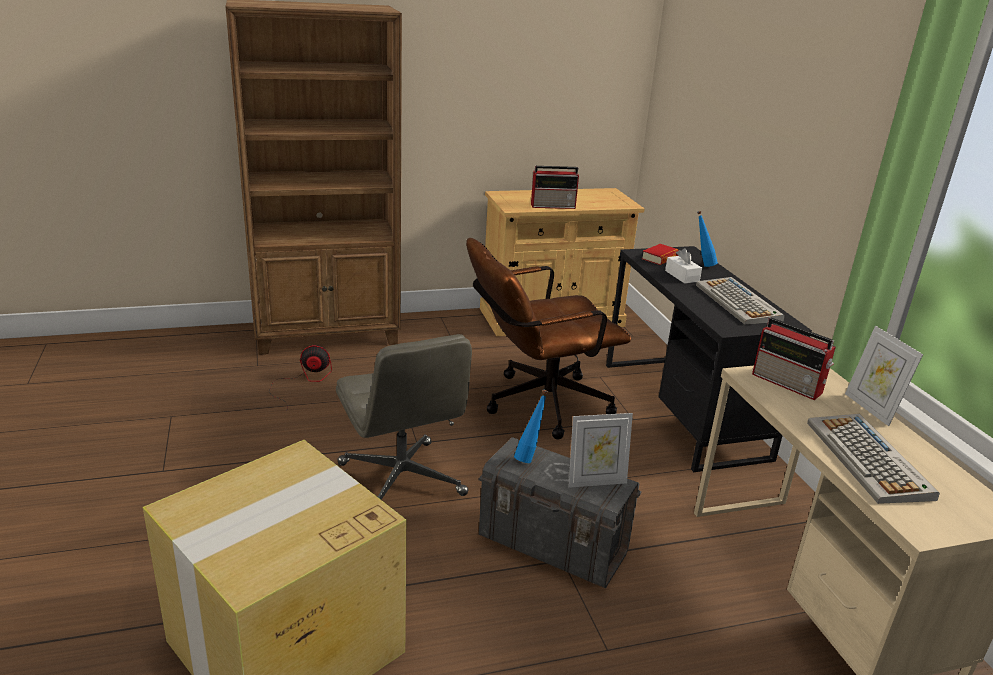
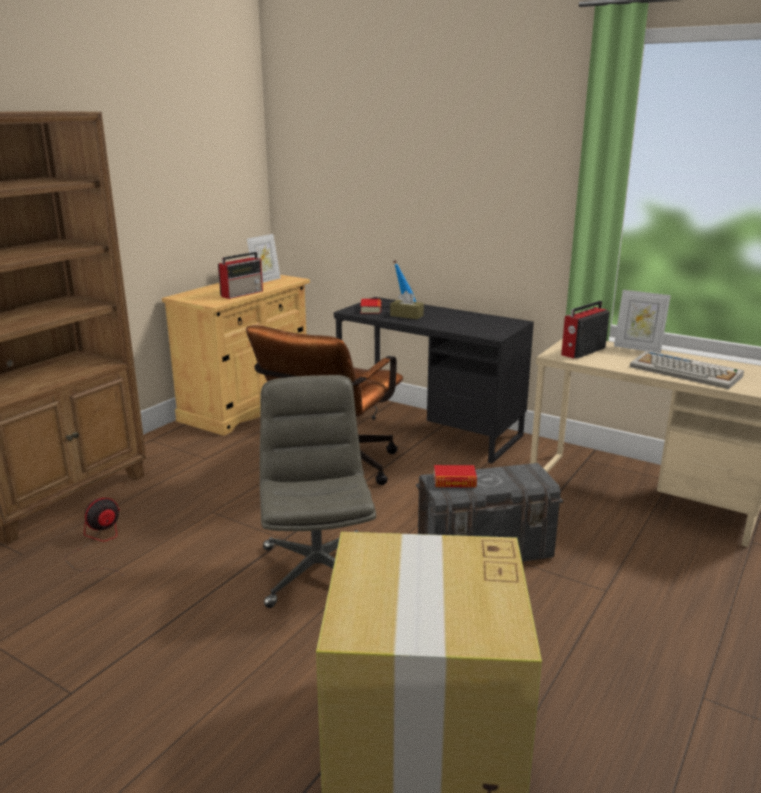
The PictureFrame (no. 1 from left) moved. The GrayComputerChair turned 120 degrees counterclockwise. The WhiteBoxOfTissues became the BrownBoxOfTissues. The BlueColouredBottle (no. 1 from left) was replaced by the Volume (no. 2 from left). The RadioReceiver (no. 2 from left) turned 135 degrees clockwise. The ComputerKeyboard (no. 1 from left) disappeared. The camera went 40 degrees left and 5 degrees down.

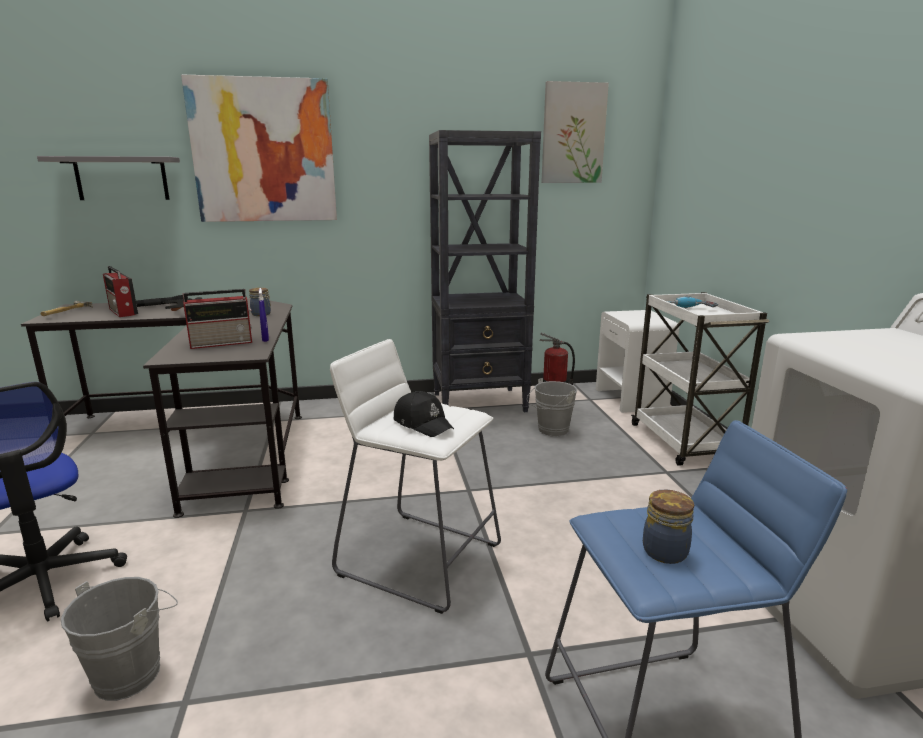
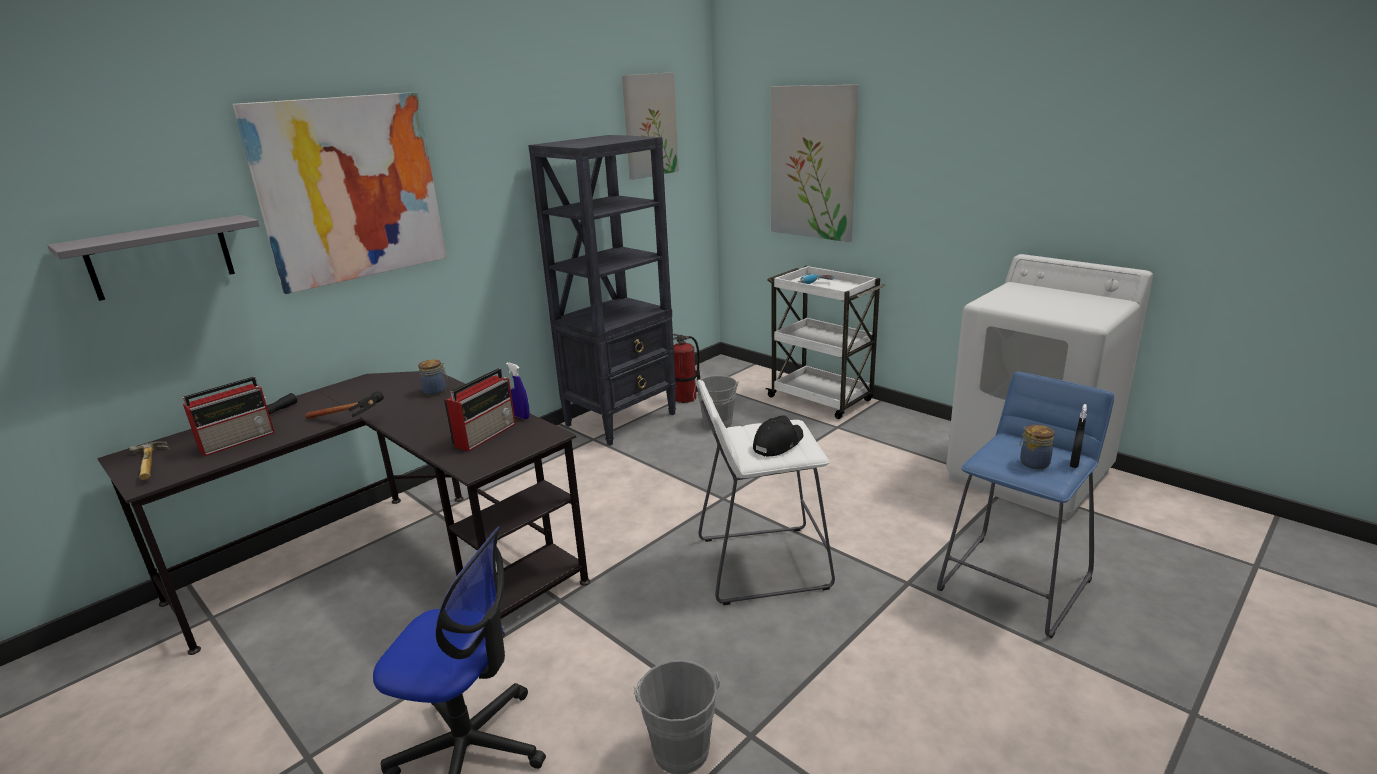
The RadioReceiver (no. 1 from left) turned 60 degrees counterclockwise. The BlackPeakedCap turned 60 degrees counterclockwise. The Picture (no. 3 from left) appeared. The BlackSprayBottle appeared. The WhiteBedsideTable disappeared. The camera went 35 degrees left and 5 degrees up.

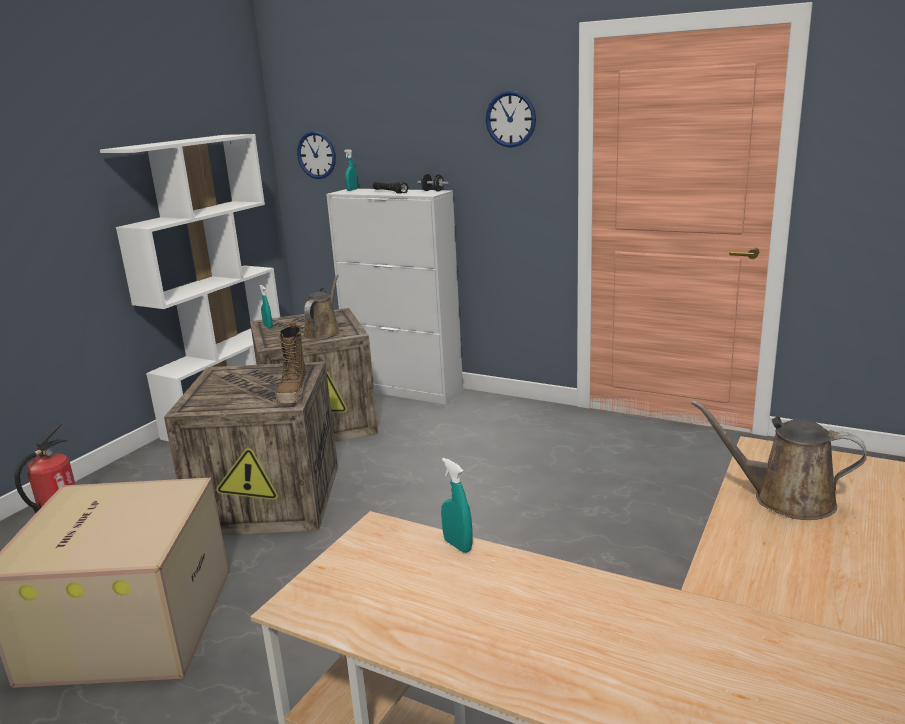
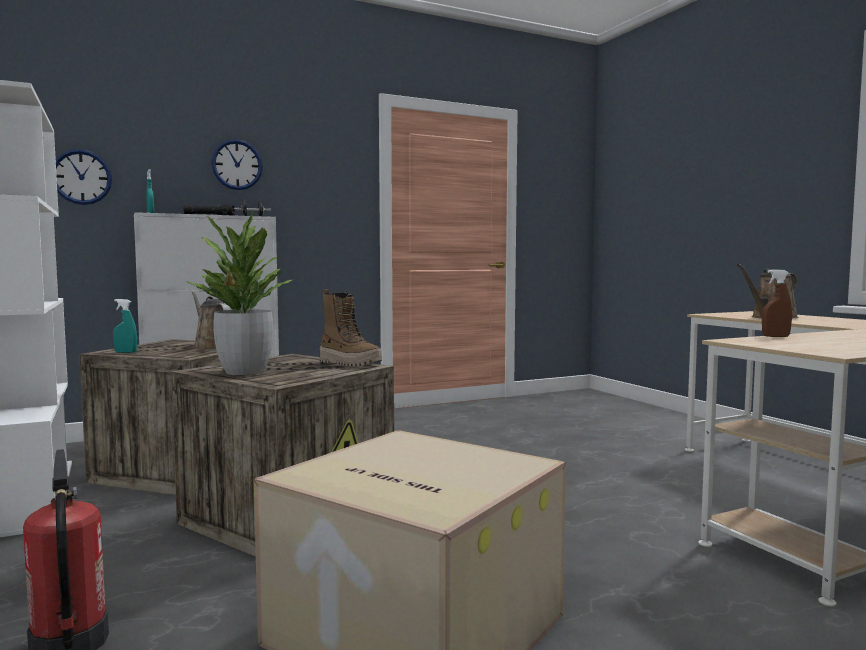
The Houseplant appeared. The HangingClock (no. 2 from left) moved. The TurquoiseSprayBottle (no. 3 from left) became the BrownSprayBottle. The camera went 55 degrees left and 15 degrees down.

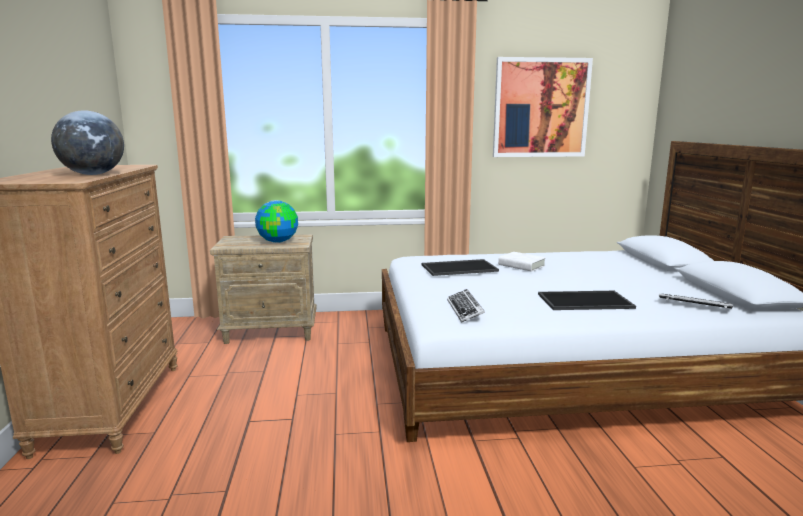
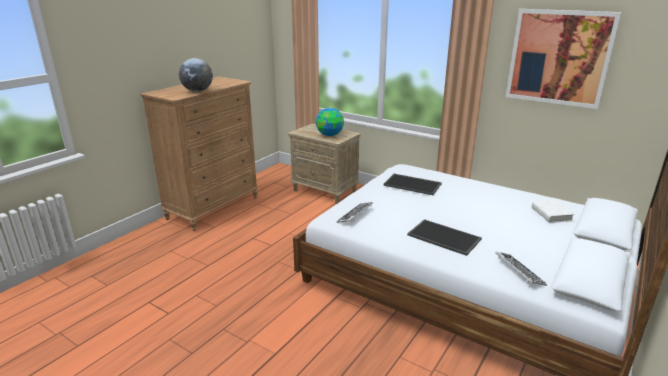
The WhiteVolume moved. The camera went 40 degrees right and 10 degrees up.

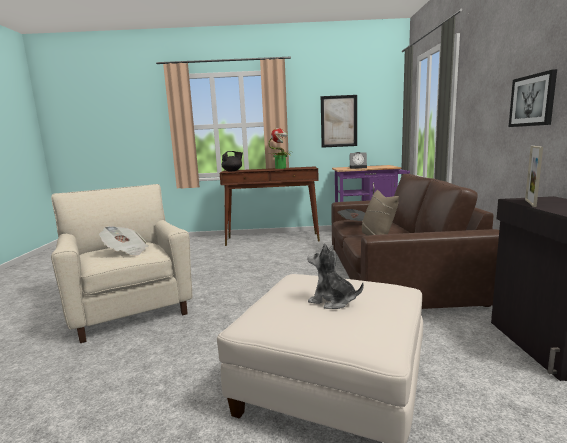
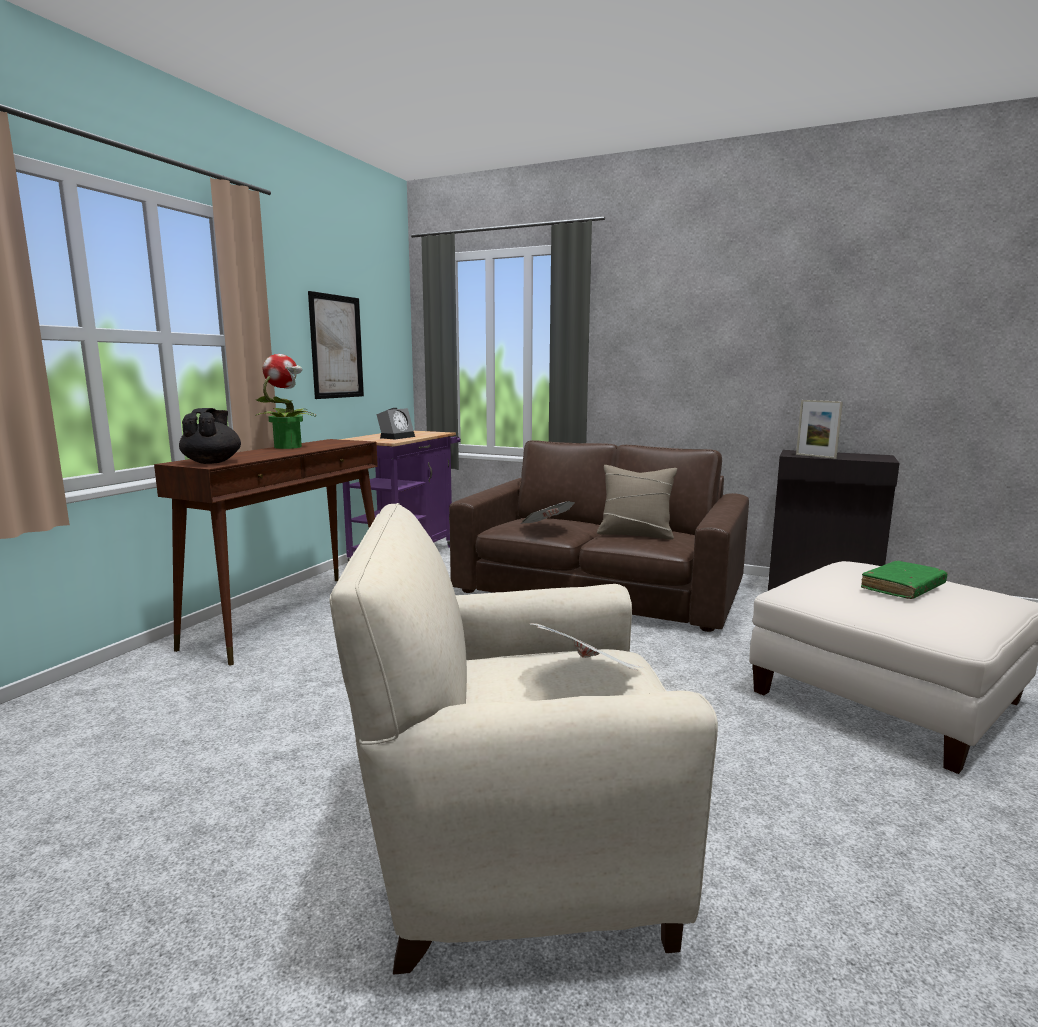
The CuddlyToy was replaced by the GreenVolume. The Picture (no. 2 from left) disappeared. The camera went 65 degrees left and 0 degrees up.

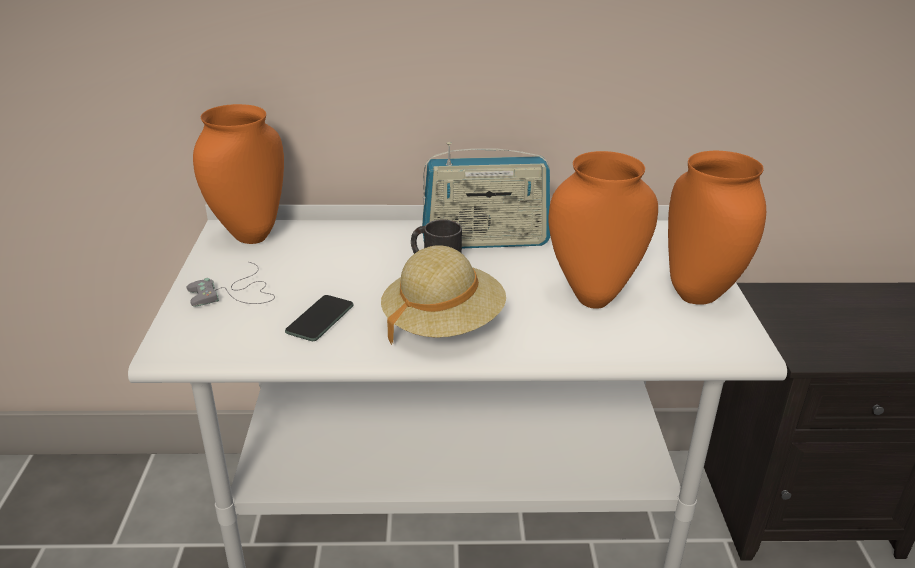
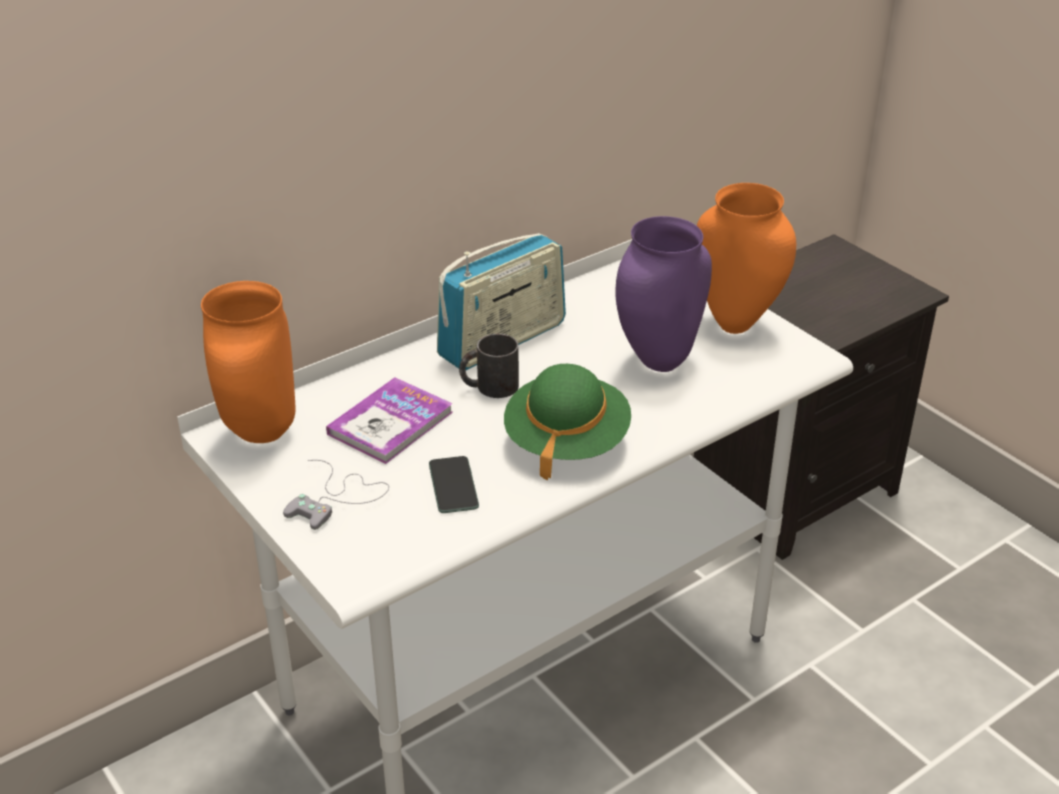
The Volume appeared. The BeigeHat became the GreenHat. The OrangeyFlowerVase (no. 2 from left) became the PurplishFlowerVase. The camera went 35 degrees left and 5 degrees up.

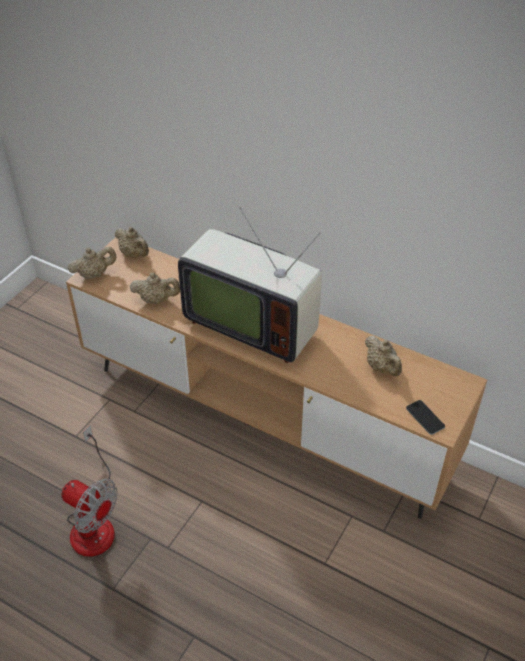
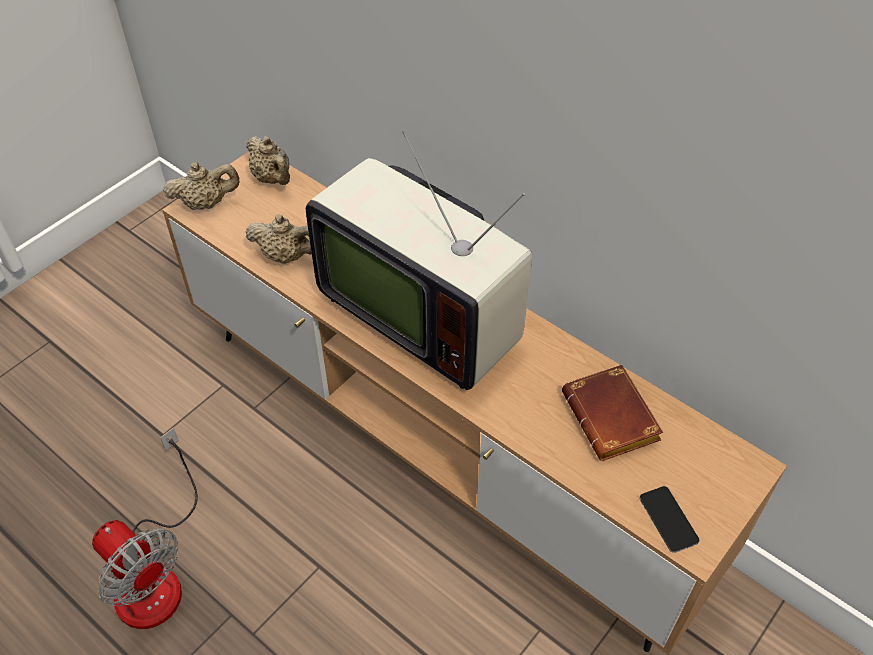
The BeigeTeaPot (no. 4 from left) was replaced by the BrownVolume. The camera went 10 degrees right and 5 degrees up.

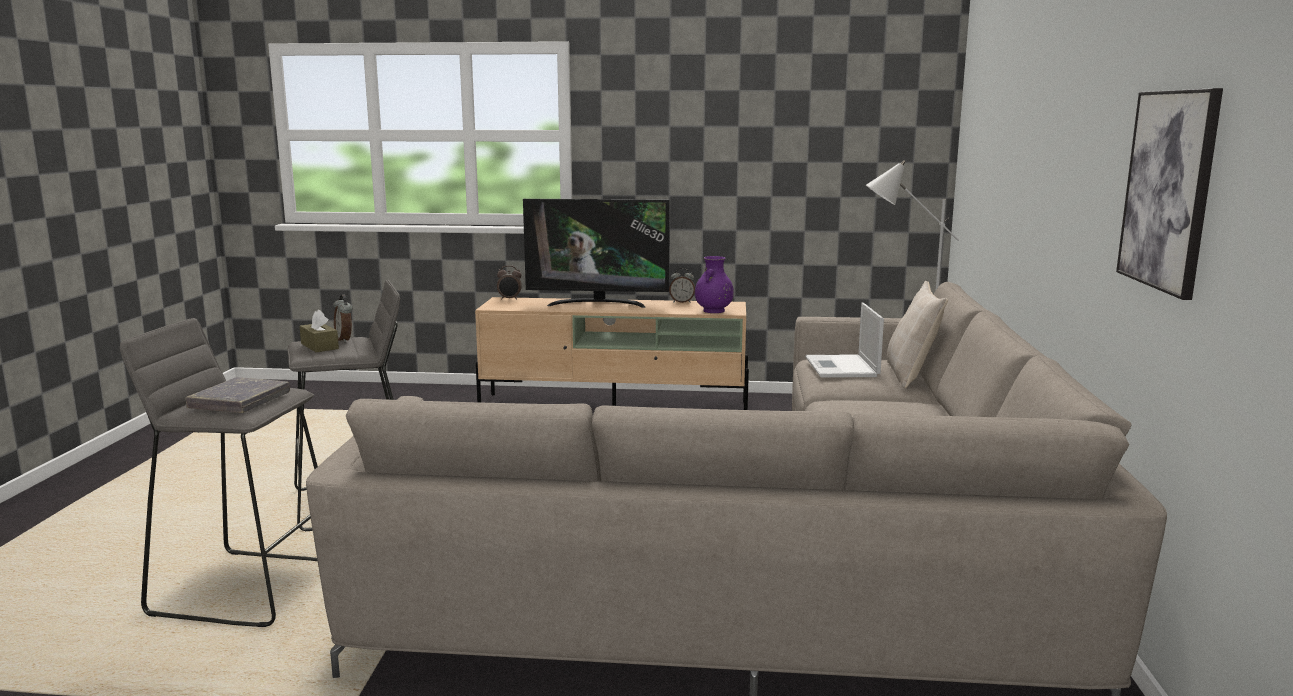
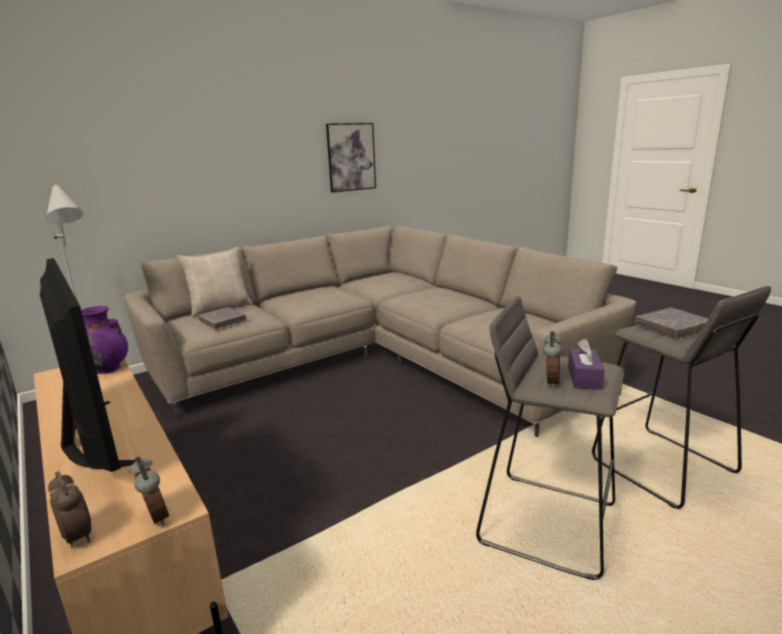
The TableClock (no. 3 from left in the first image) moved. The PortableComputer was replaced by the GrayVolume (no. 1 from left). The BrownBoxOfTissues became the PurplishBoxOfTissues. The camera went 130 degrees left and 5 degrees up.

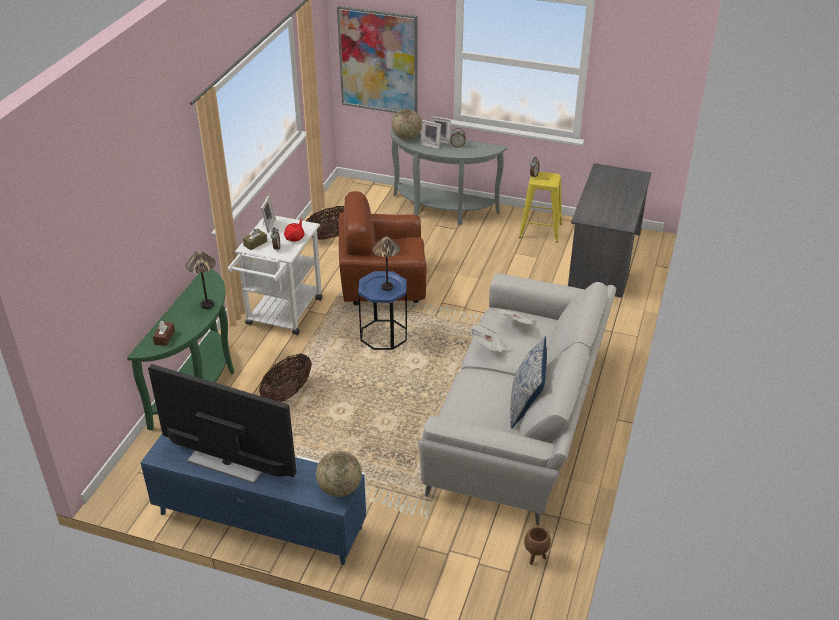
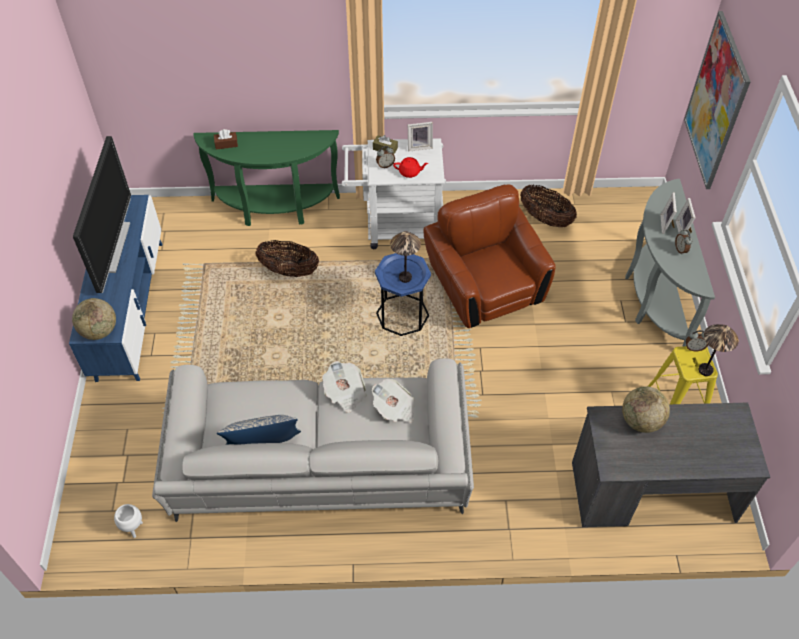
The BrownFlowerPot became the WhiteFlowerPot. The Globe (no. 2 from left) moved. The TableLamp (no. 1 from left in the first image) moved. The camera went 70 degrees right and 15 degrees up.

